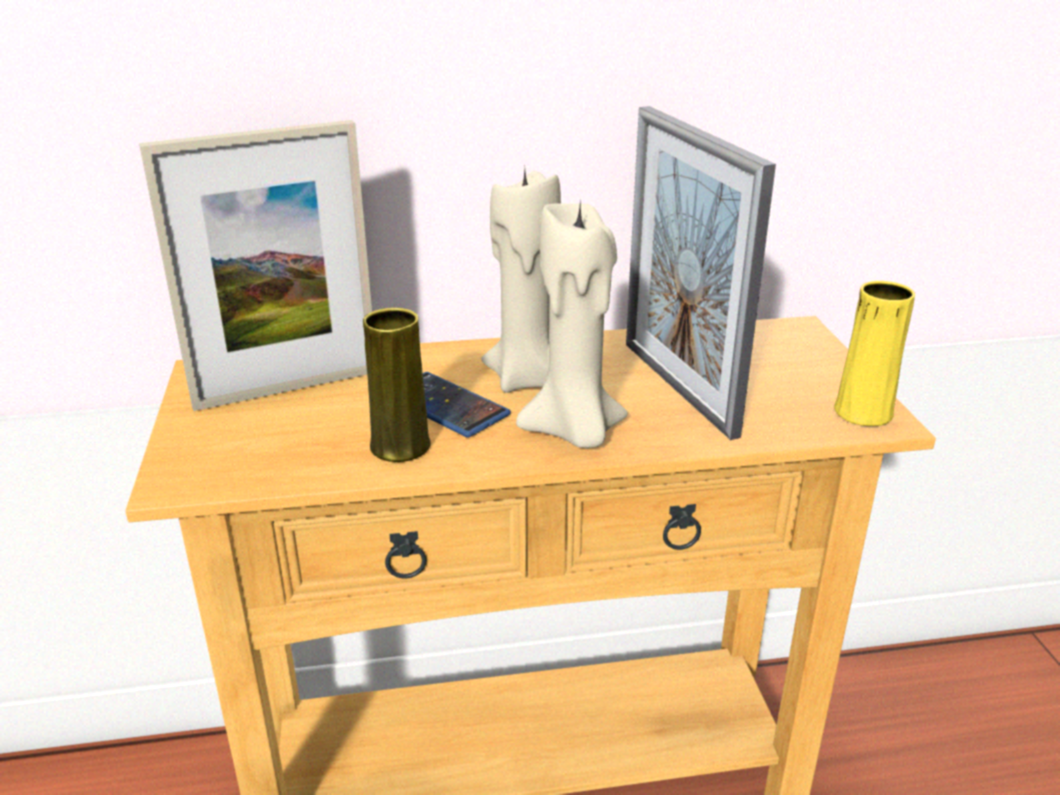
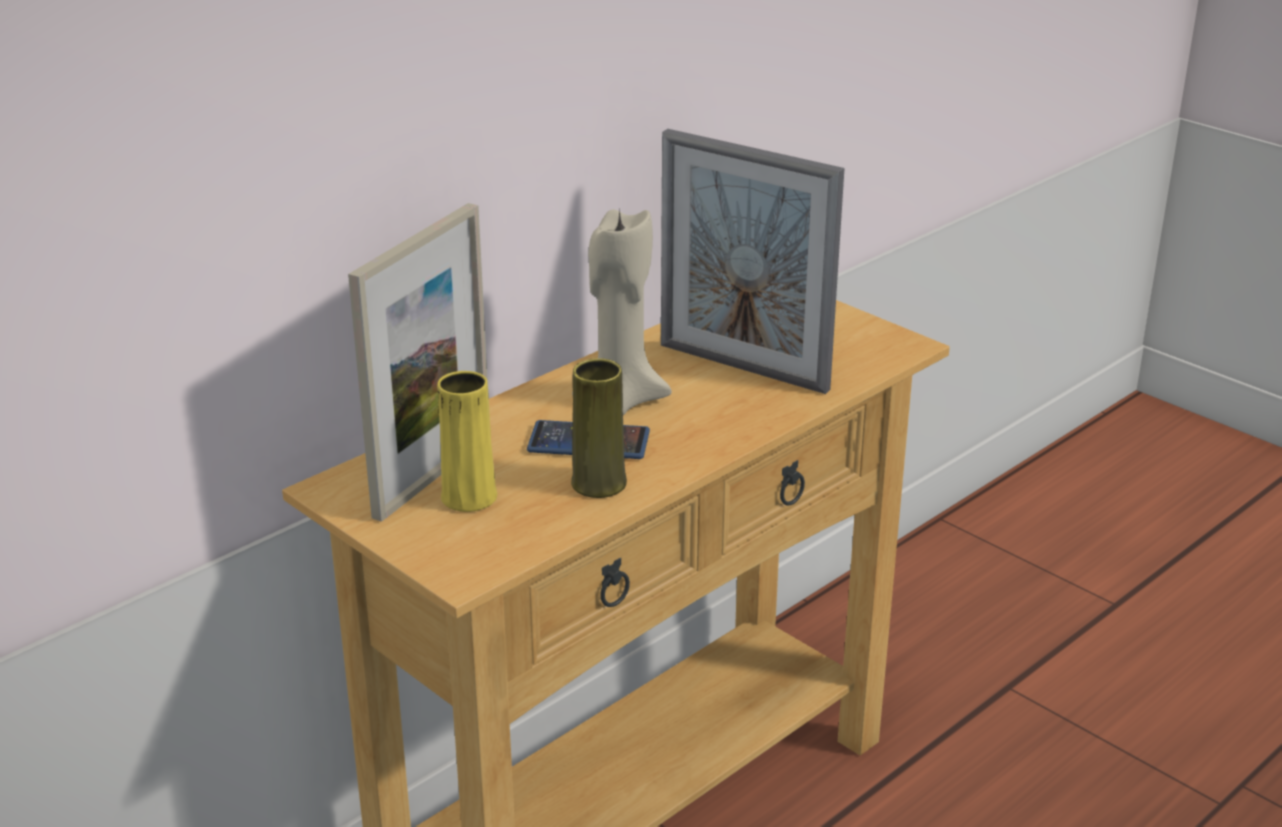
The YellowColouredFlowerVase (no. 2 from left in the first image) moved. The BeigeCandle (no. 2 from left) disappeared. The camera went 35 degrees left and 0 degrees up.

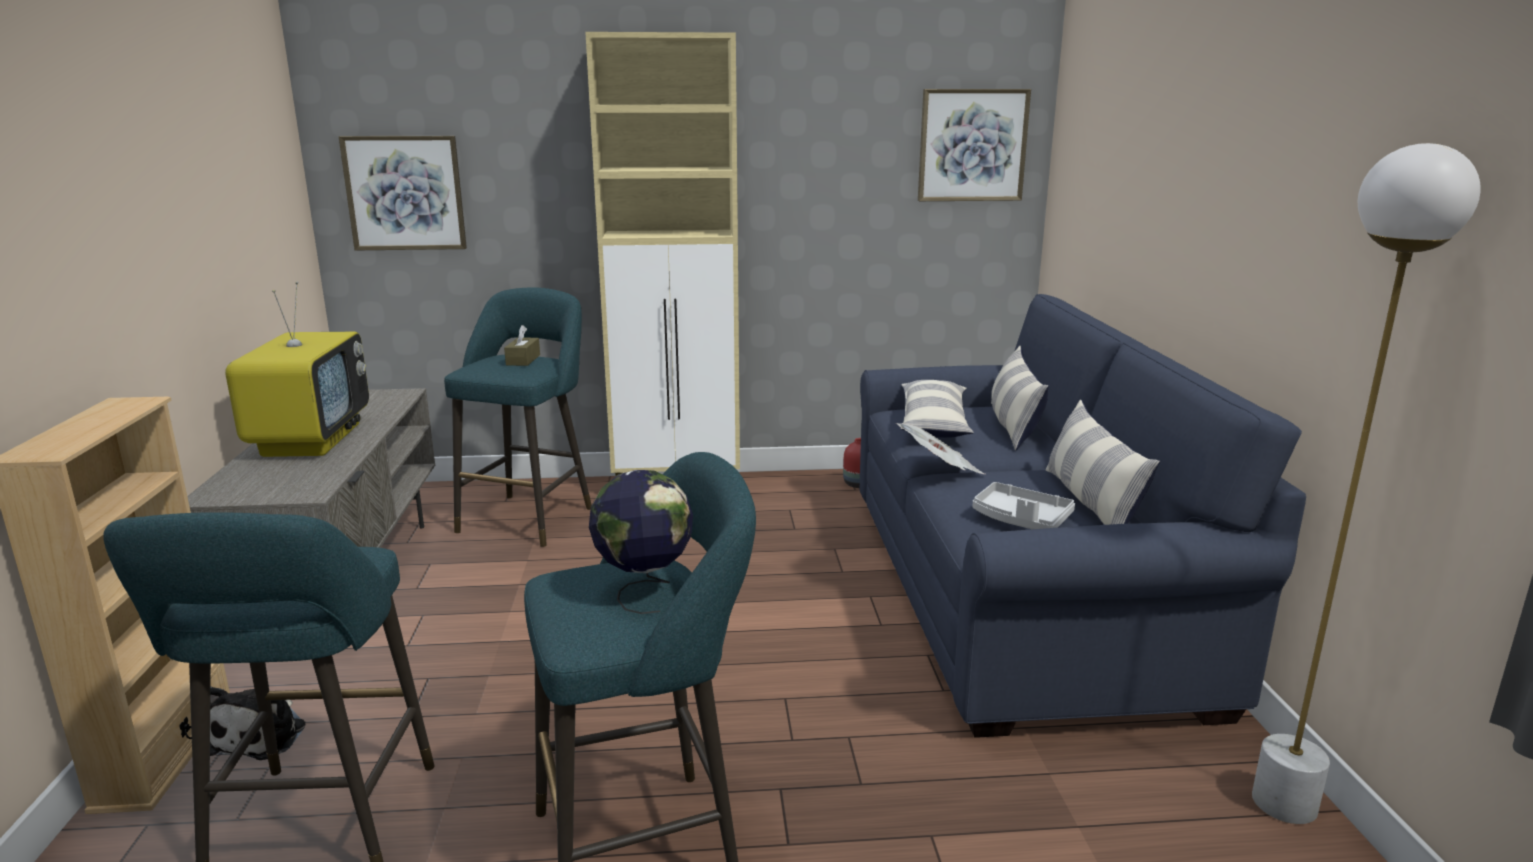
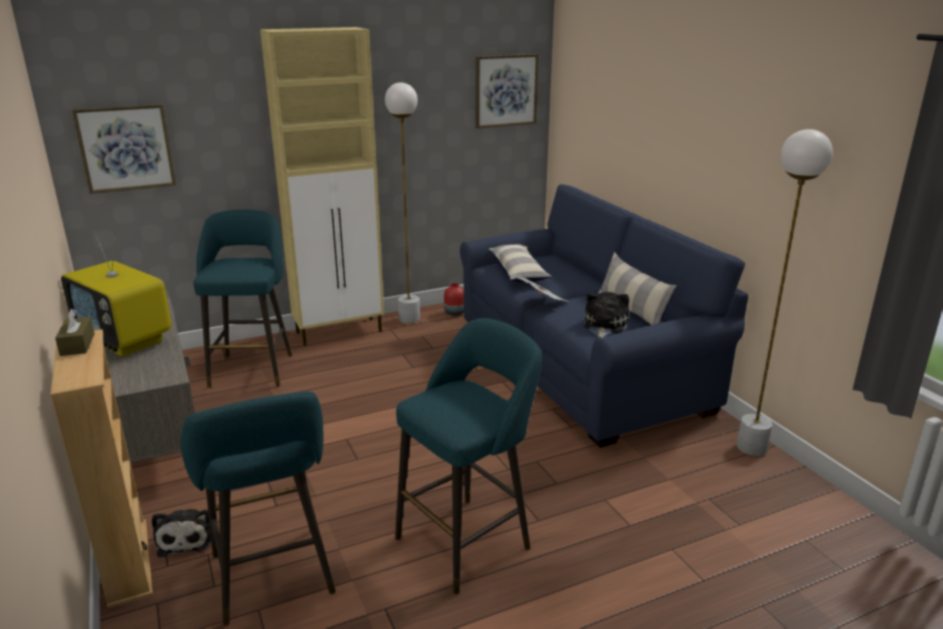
The BrownBoxOfTissues moved. The Television turned 150 degrees clockwise. The WhiteStandardLamp (no. 1 from left) appeared. The GrayServingTray was replaced by the CuddlyToy (no. 2 from left). The Globe disappeared. The Cushion (no. 2 from left) disappeared. The camera went 20 degrees left and 5 degrees up.

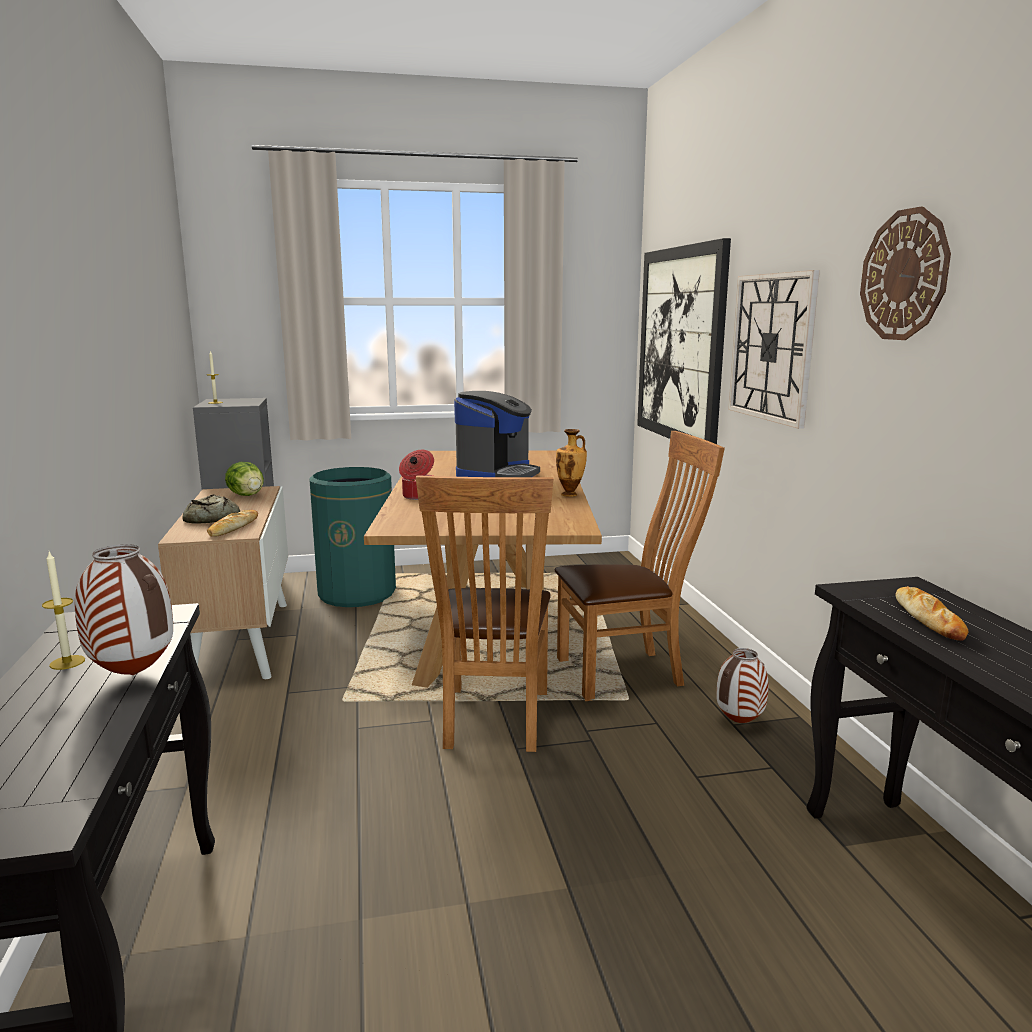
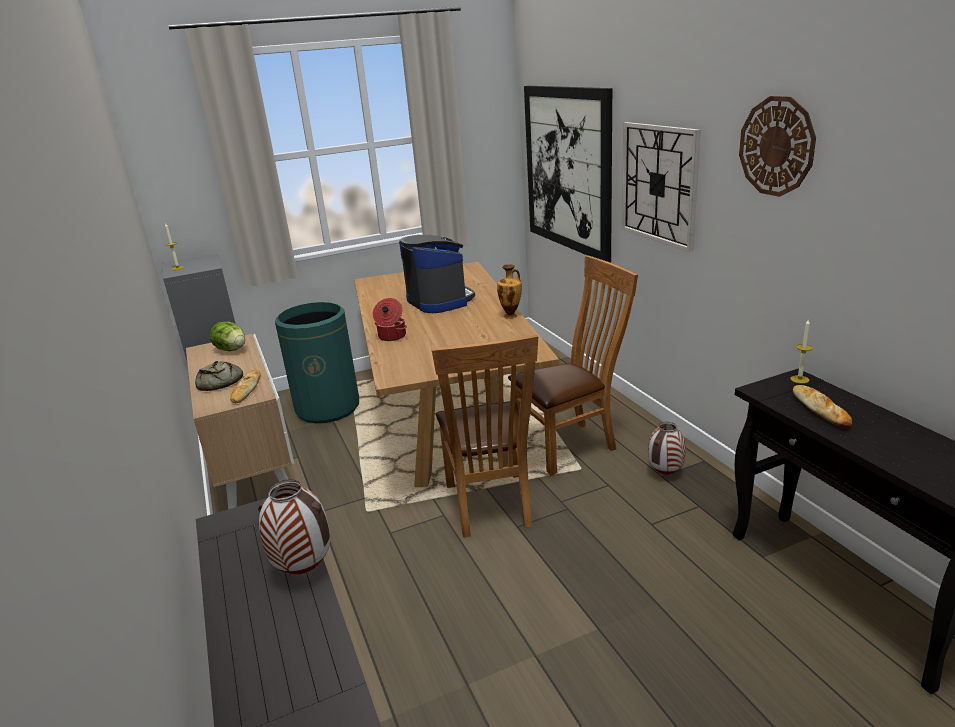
The CoffeeMaker turned 45 degrees counterclockwise. The Candle (no. 1 from left in the first image) moved. The camera went 10 degrees left and 10 degrees up.

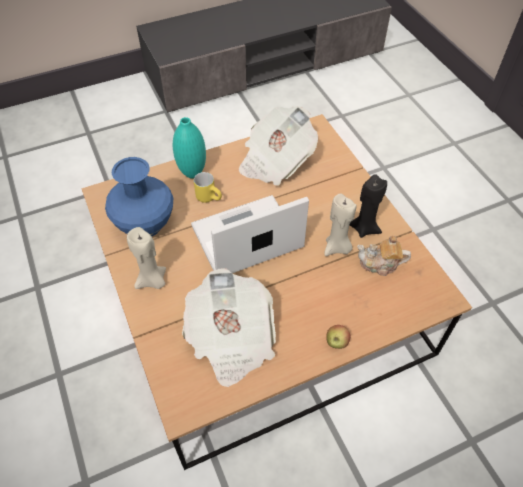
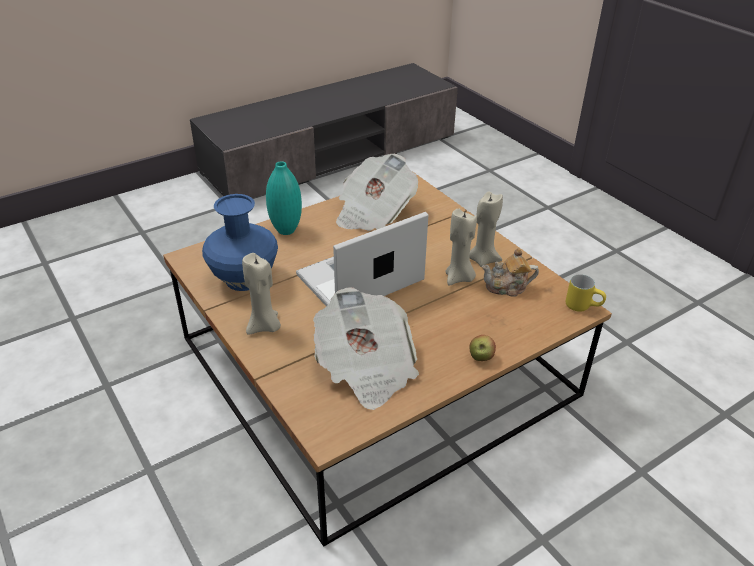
The BlackCandle became the BeigeCandle (no. 3 from left). The YellowColouredMug moved. The camera went 10 degrees left and 15 degrees down.

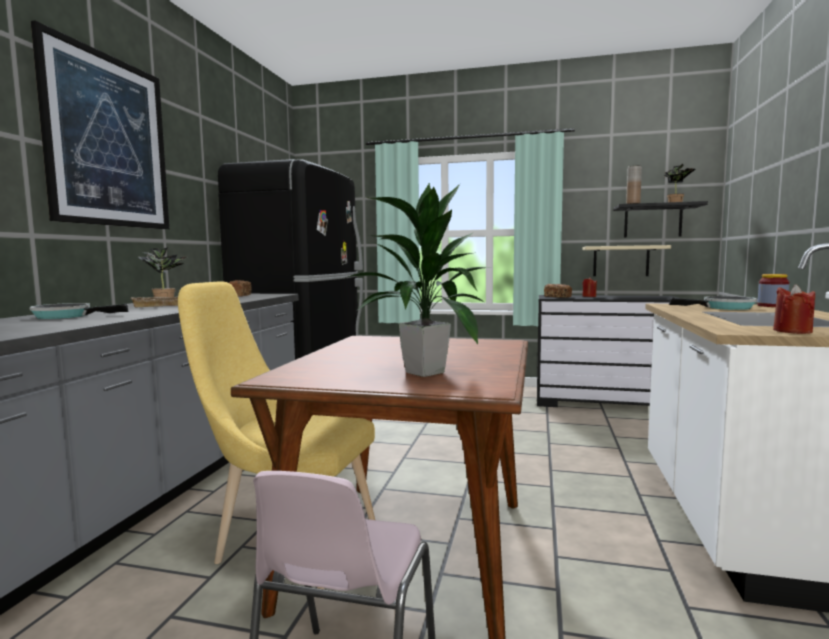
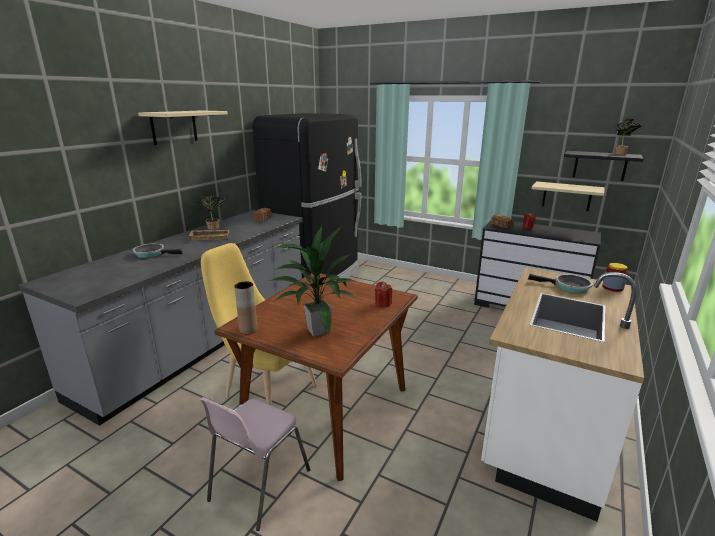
The Picture was replaced by the BeigeWallShelf (no. 1 from left). The BrownFlowerVase moved. The RedColouredCandle (no. 2 from left in the first image) moved. The camera went 15 degrees right and 15 degrees up.

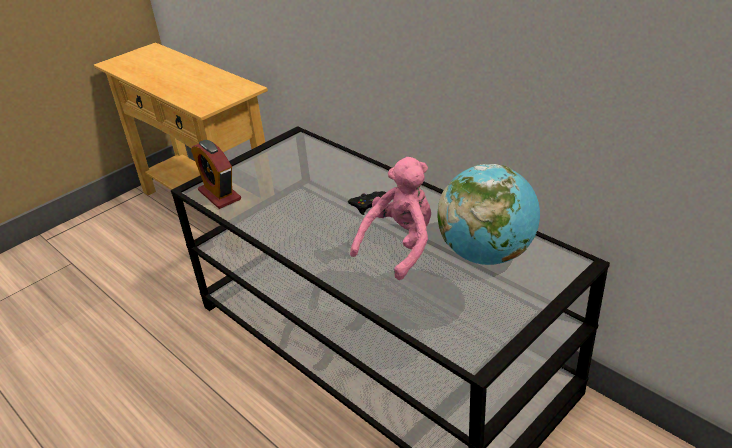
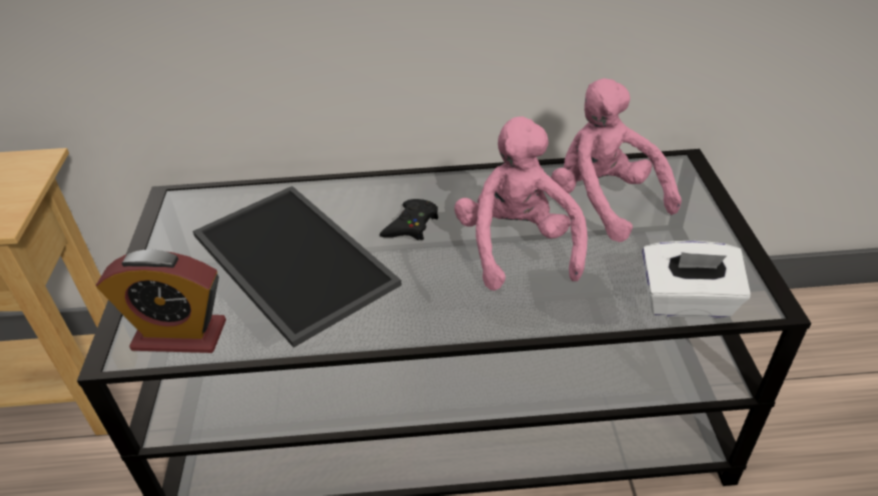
The ServingTray appeared. The Globe was replaced by the PinkColouredCuddlyToy (no. 2 from left). The WhiteBoxOfTissues appeared. The camera went 50 degrees left and 5 degrees up.

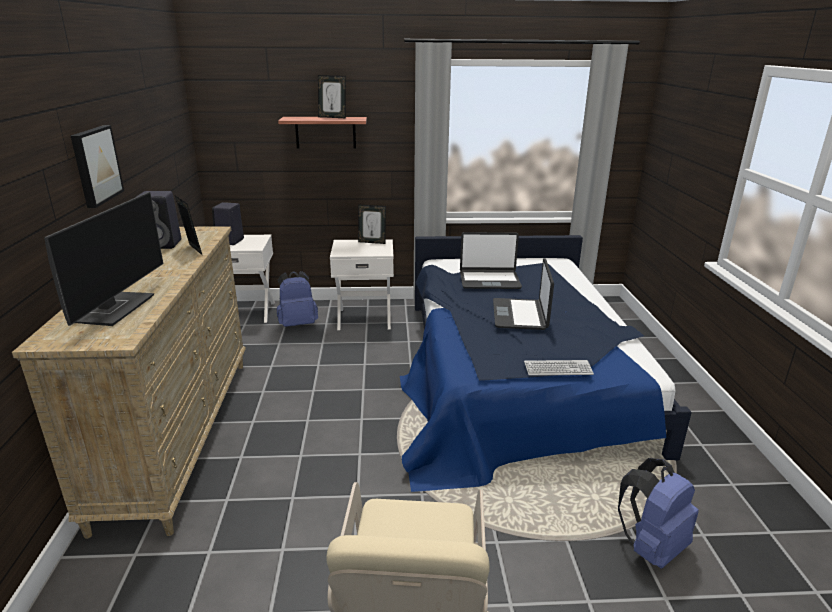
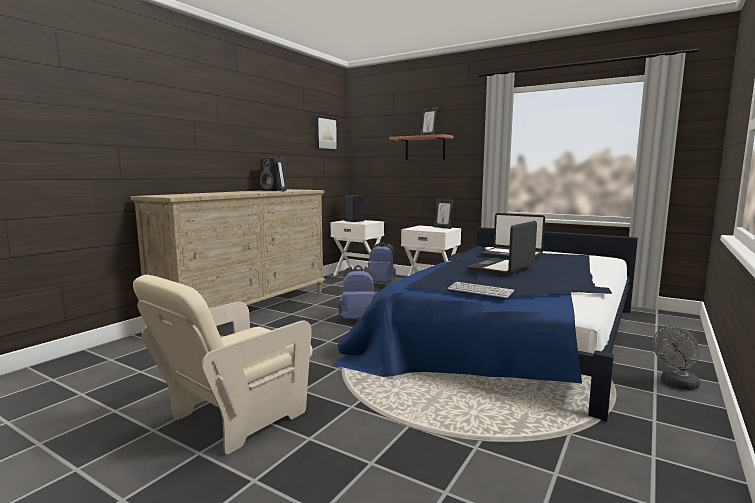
The Picture moved. The BlueColouredRucksack (no. 2 from left in the first image) moved. The GrayElectricFan appeared. The Monitor disappeared. The camera went 35 degrees right and 15 degrees down.

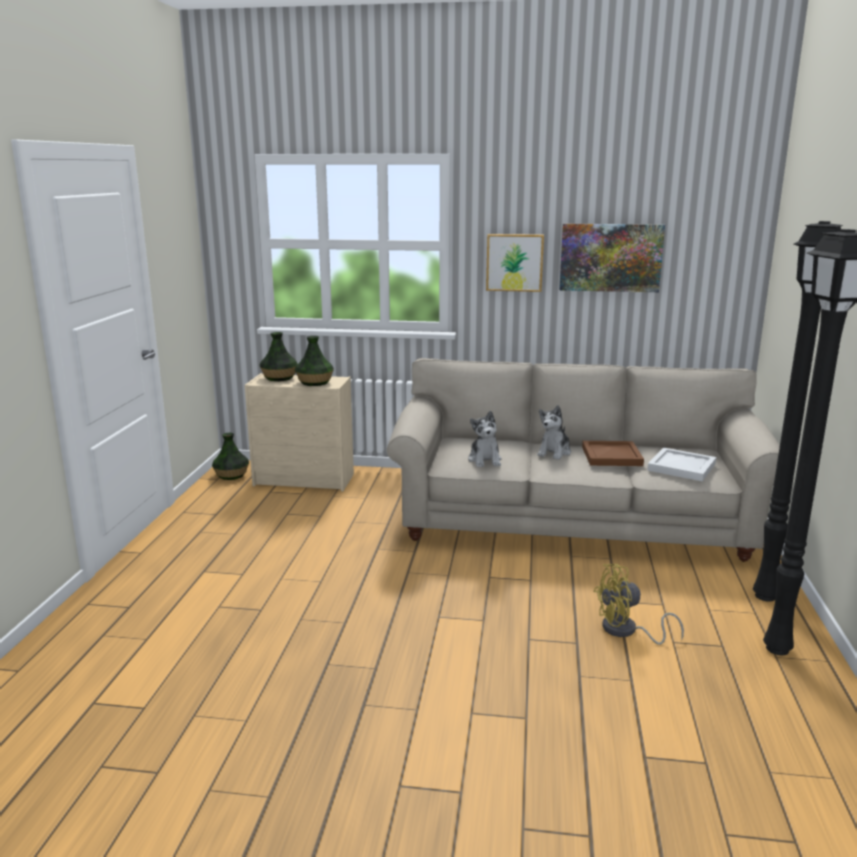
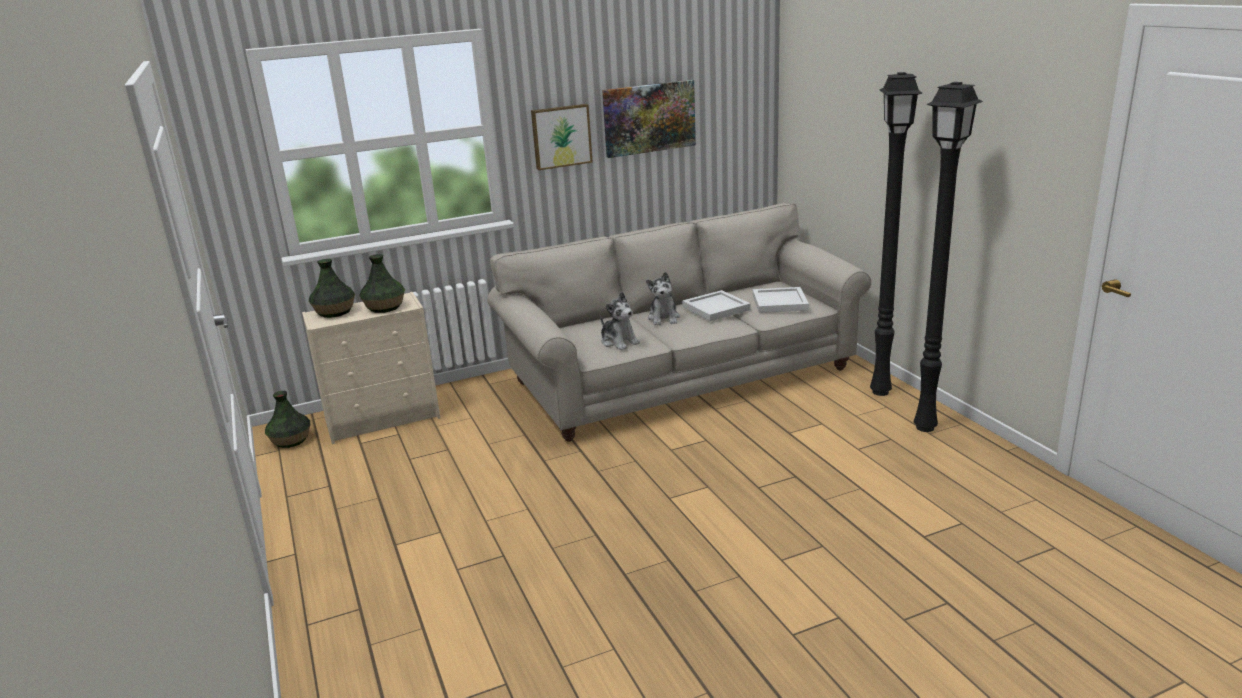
The BrownServingTray became the WhiteServingTray (no. 1 from left). The YellowColouredElectricFan disappeared. The camera went 30 degrees left and 5 degrees up.

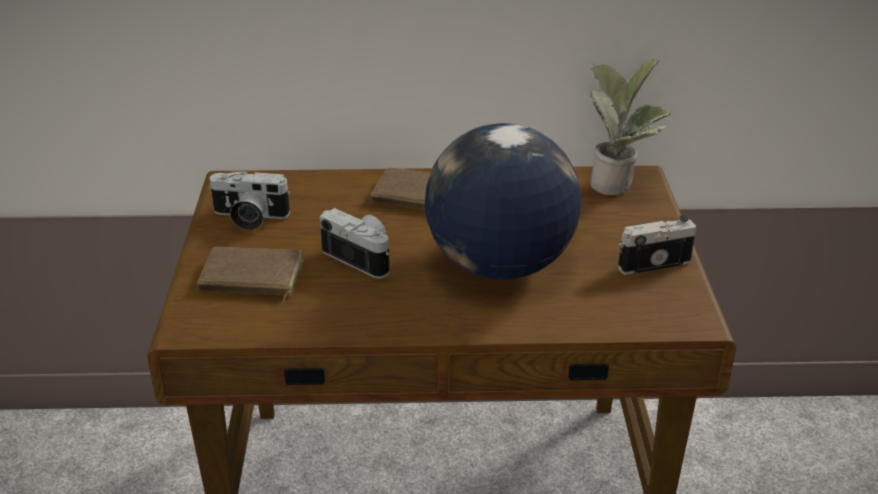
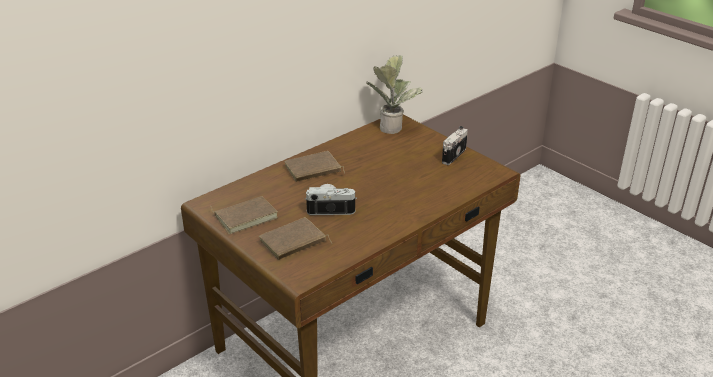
The StillCamera (no. 1 from left) was replaced by the BrownVolume (no. 1 from left). The Globe disappeared. The camera went 40 degrees left and 0 degrees up.

